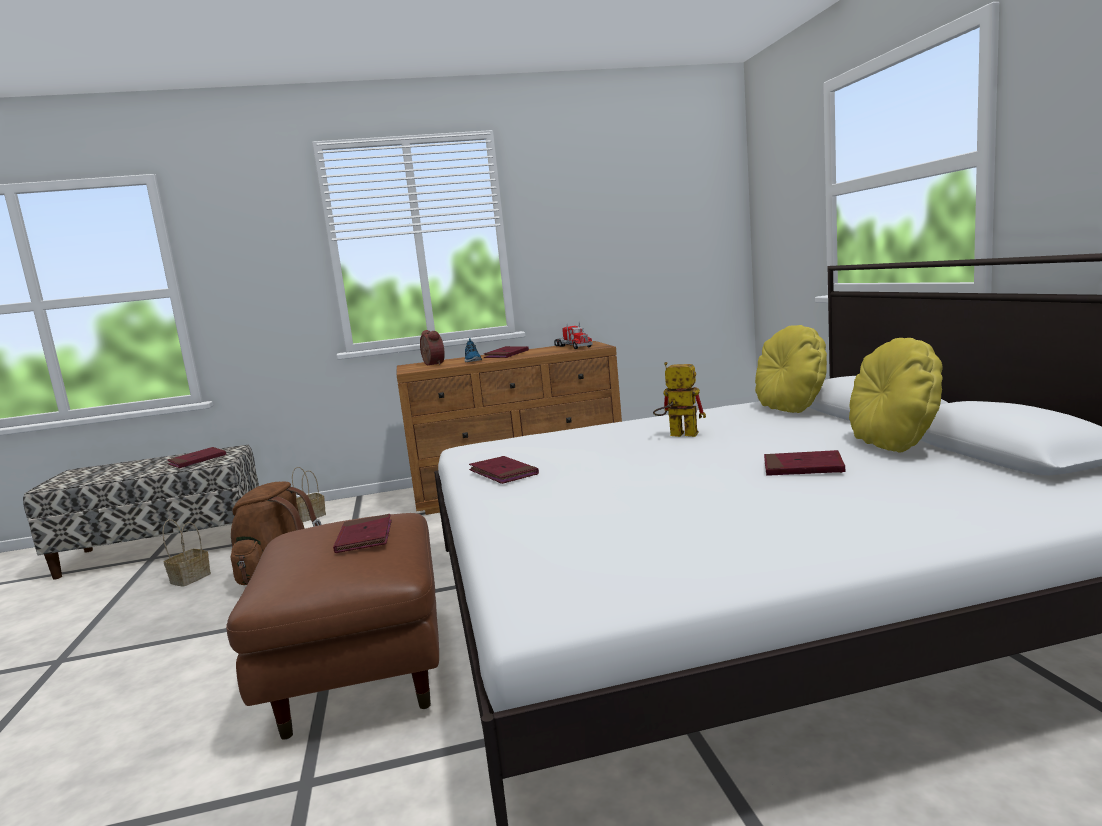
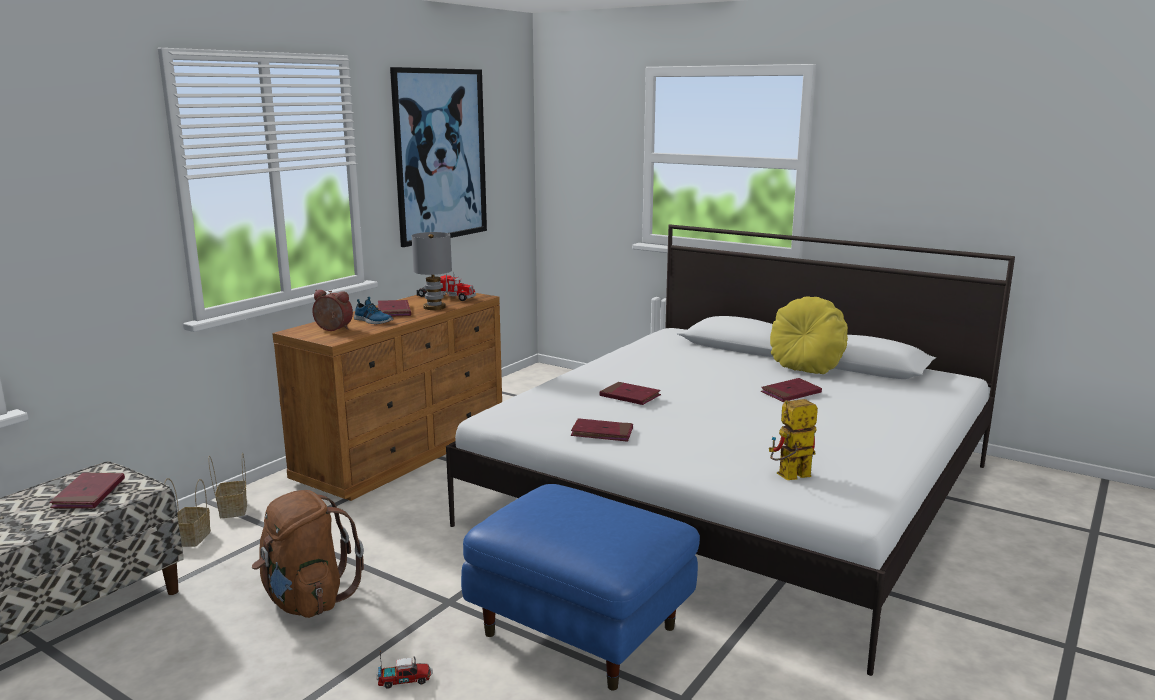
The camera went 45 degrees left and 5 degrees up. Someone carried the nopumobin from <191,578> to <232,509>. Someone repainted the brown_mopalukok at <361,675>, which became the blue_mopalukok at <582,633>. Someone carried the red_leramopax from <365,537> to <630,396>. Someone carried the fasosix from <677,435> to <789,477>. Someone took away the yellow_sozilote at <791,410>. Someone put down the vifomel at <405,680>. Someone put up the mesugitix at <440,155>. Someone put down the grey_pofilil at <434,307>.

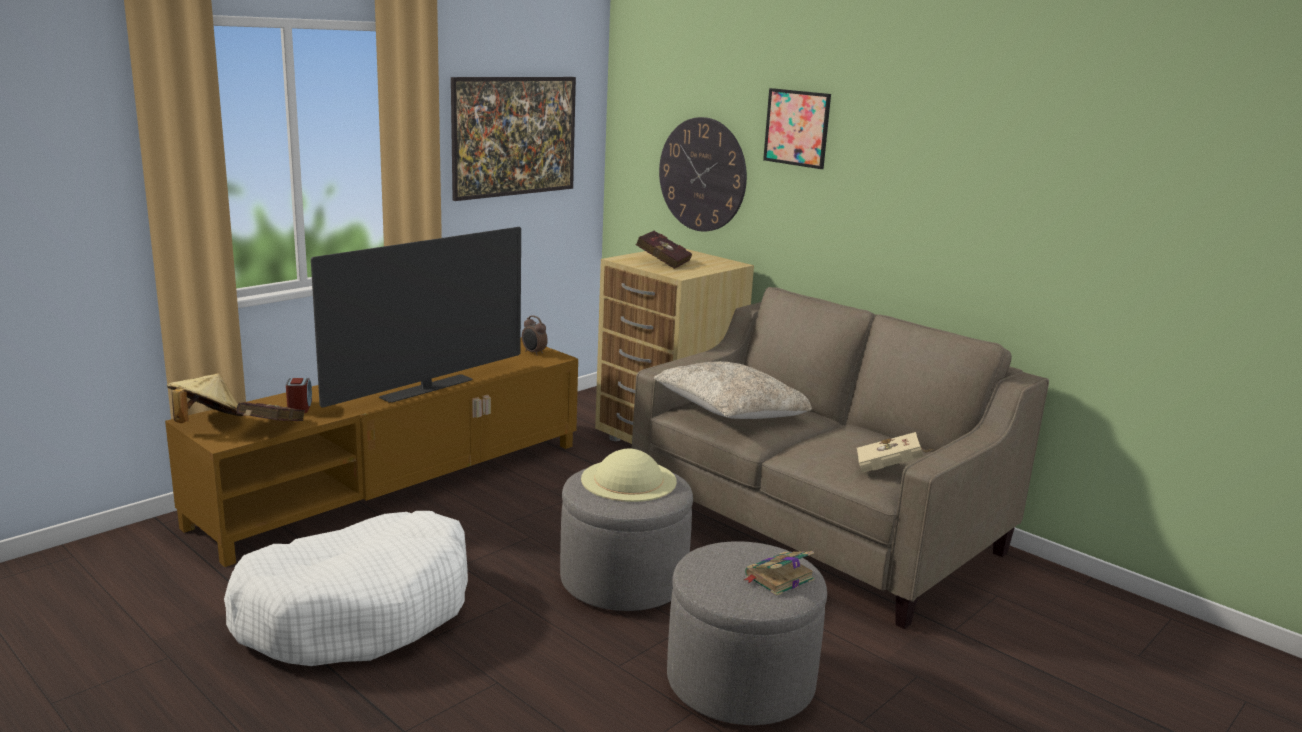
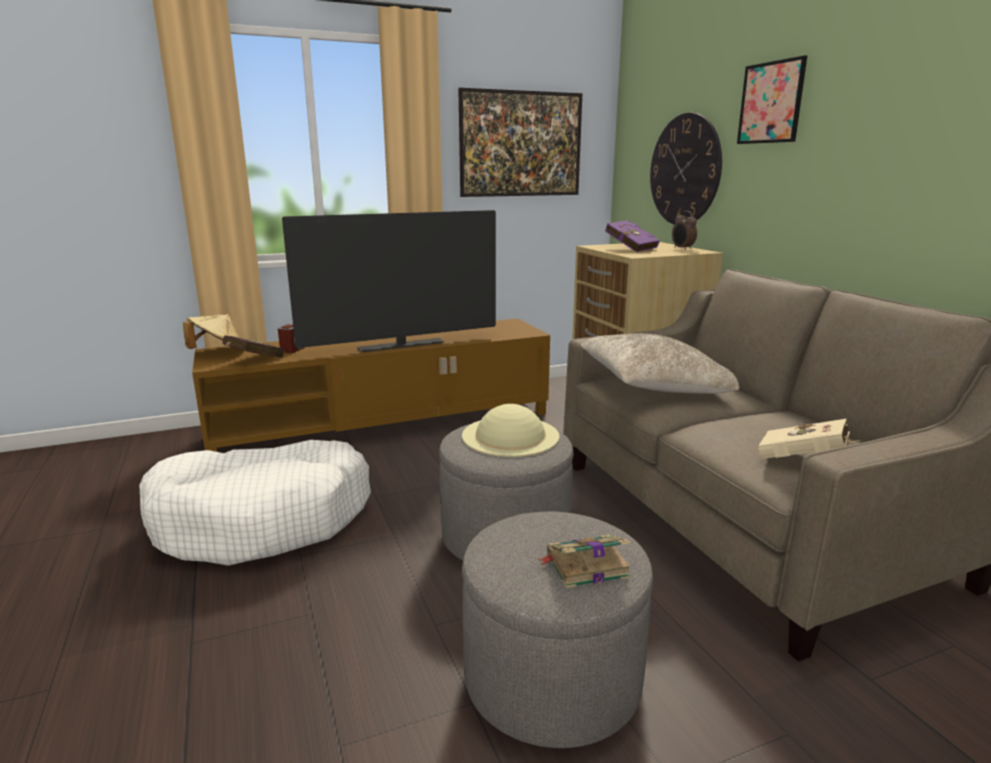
The camera went 25 degrees right and 0 degrees up. Someone carried the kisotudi from <533,353> to <682,248>. Someone repainted the red_leramopax at <661,262>, which became the purple_leramopax at <629,248>.

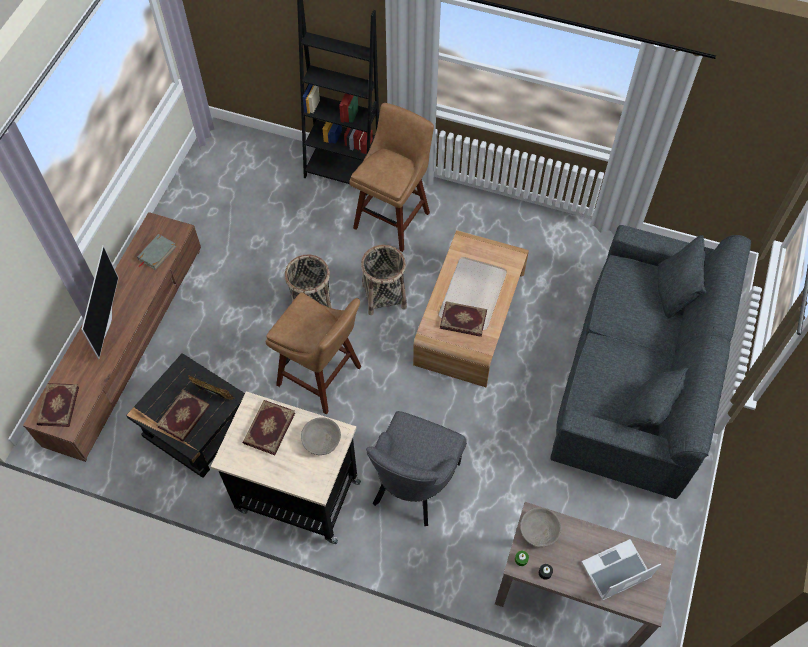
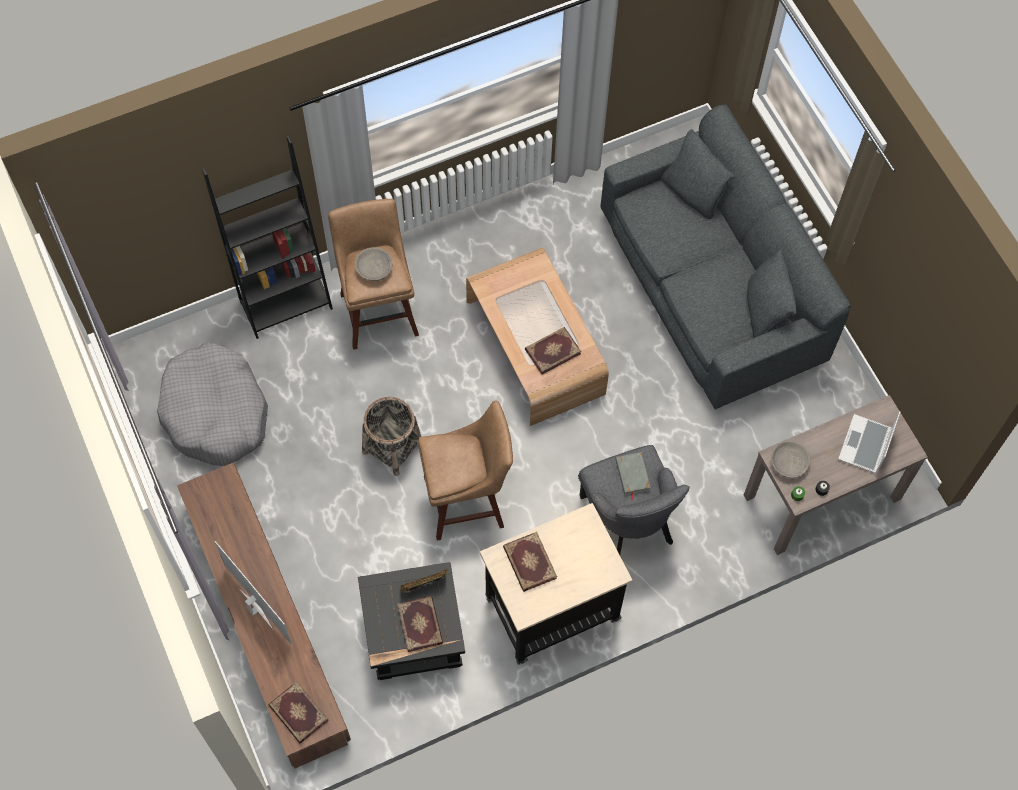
The camera went 45 degrees left and 5 degrees up. Someone carried the grey_leramopax from <157,253> to <632,475>. Someone carried the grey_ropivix from <321,440> to <374,269>. Someone took away the nopumobin at <384,296>. Someone put down the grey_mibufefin at <215,412>.

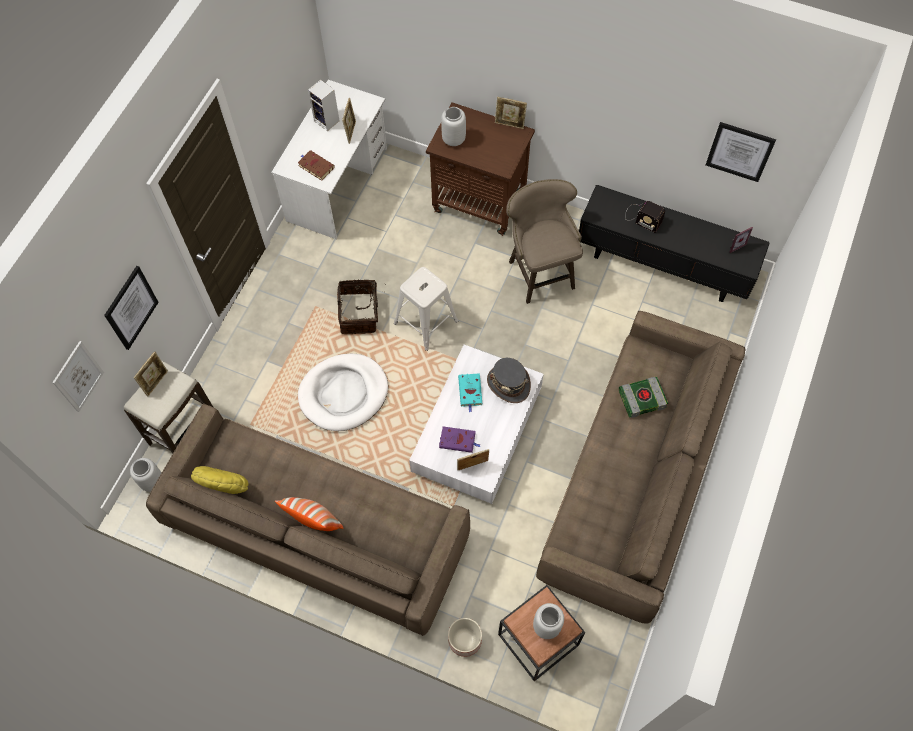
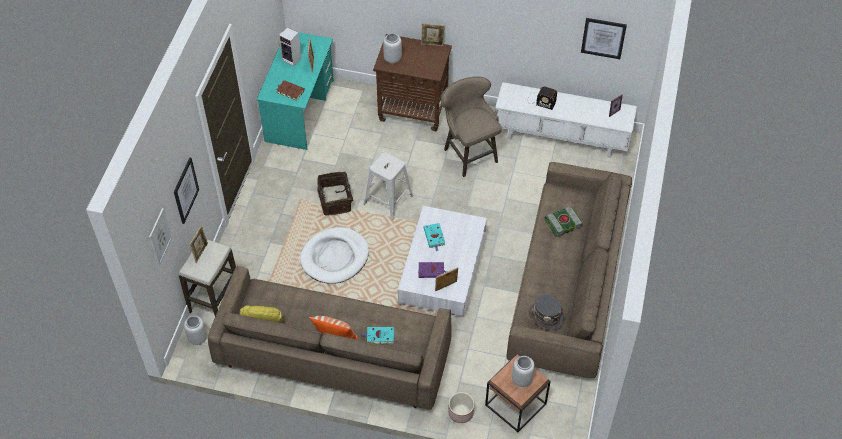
The camera went 10 degrees left and 10 degrees down. Someone repainted the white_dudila at <337,184>, which became the turquoise_dudila at <300,111>. Someone carried the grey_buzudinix from <508,384> to <546,316>. Someone repainted the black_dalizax at <665,261>, which became the white_dalizax at <562,134>. Someone put down the turquoise_leramopax at <379,336>.

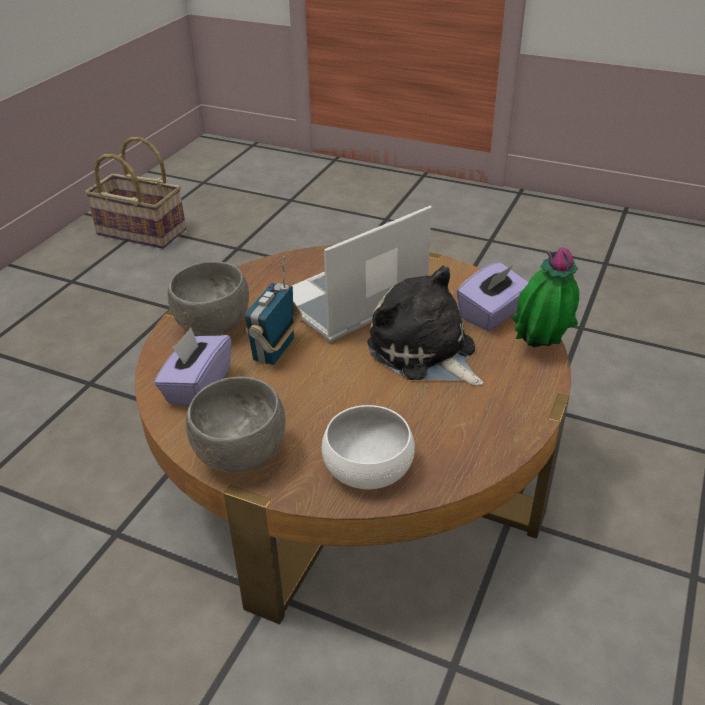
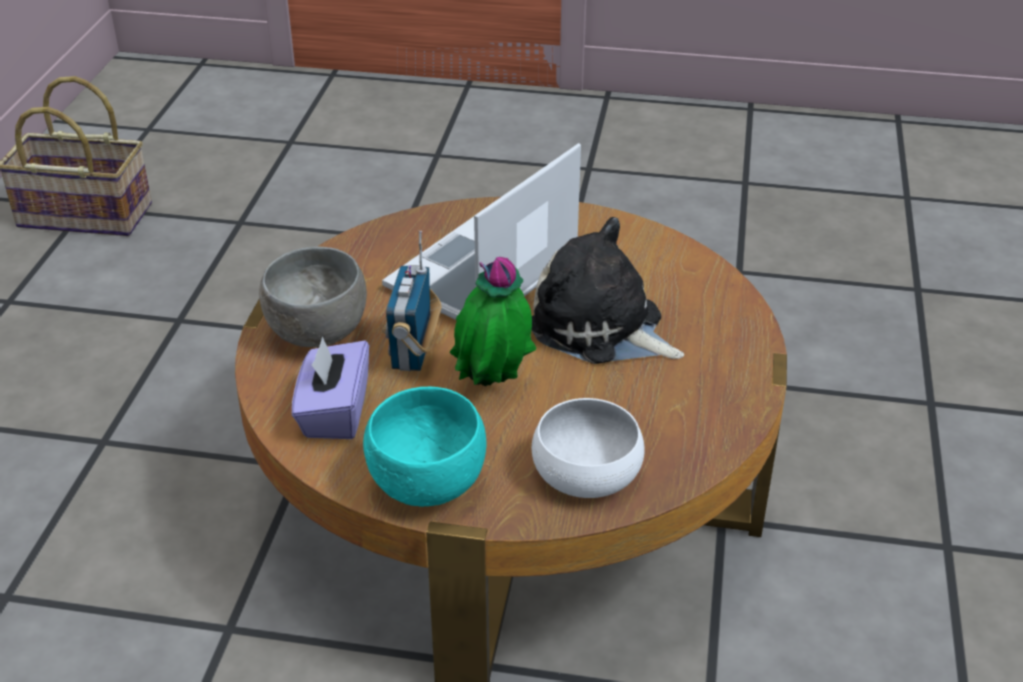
The camera went 15 degrees left and 0 degrees up. Someone repainted the grey_ropivix at <239,454>, which became the turquoise_ropivix at <425,484>. Someone took away the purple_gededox at <492,314>. Someone carried the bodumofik from <539,348> to <493,386>.

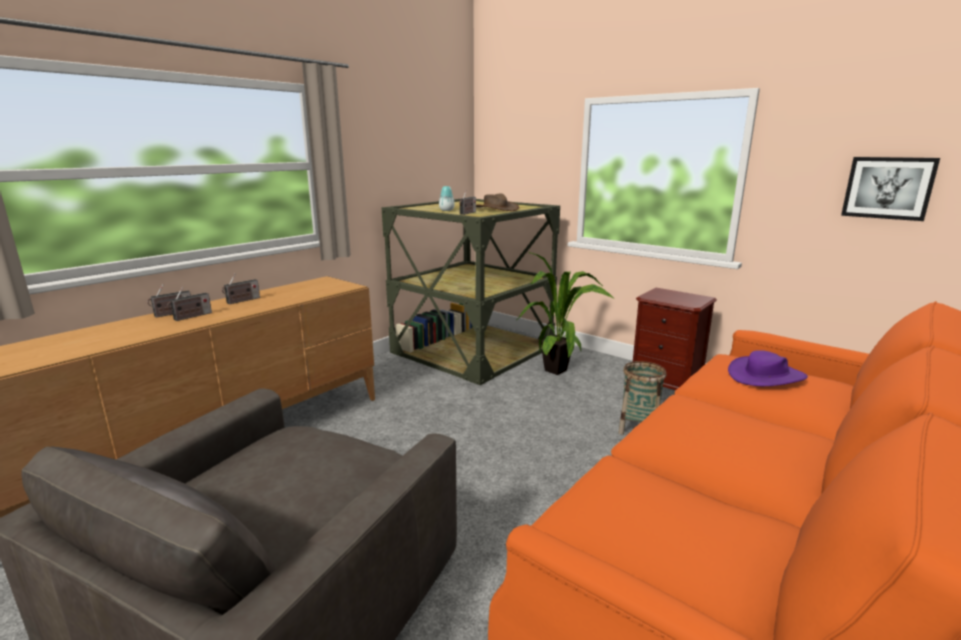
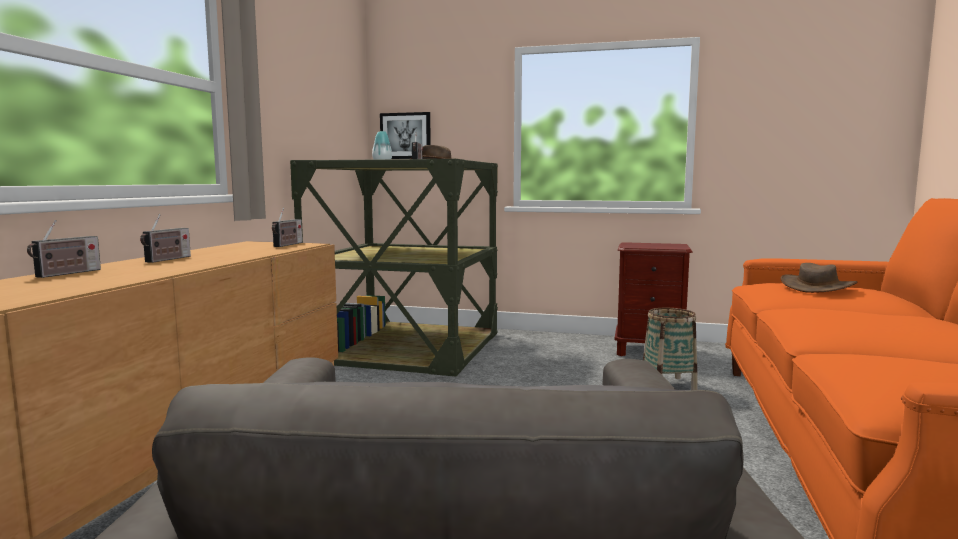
The camera went 25 degrees left and 10 degrees down. Someone carried the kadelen from <191,317> to <287,245>. Someone took away the bodumofik at <559,372>. Someone repainted the purple_buzudinix at <766,376>, which became the brown_buzudinix at <818,287>. Someone carried the mesugitix from <888,188> to <405,136>.

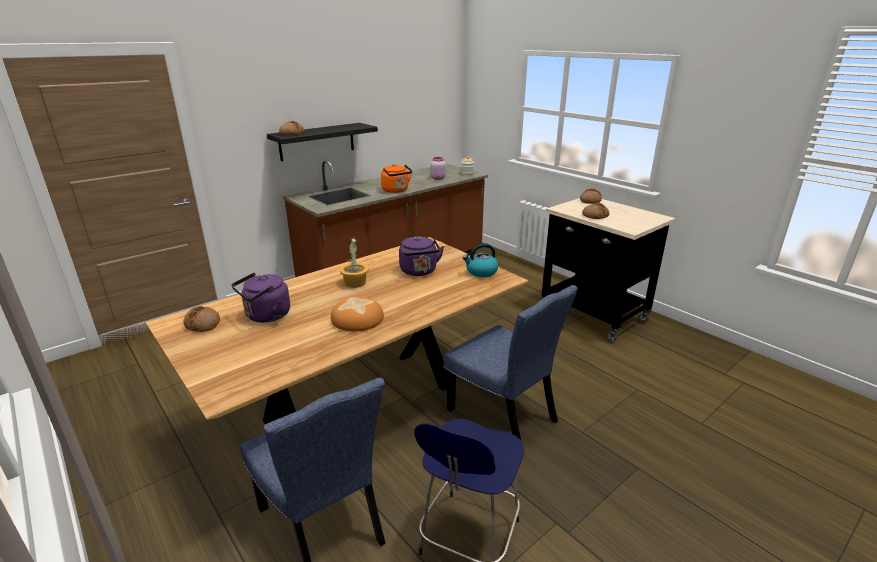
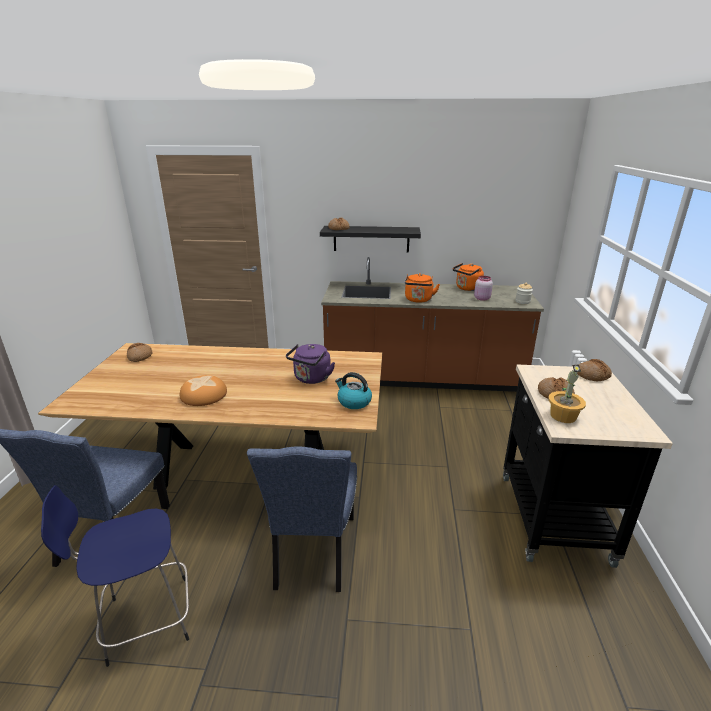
The camera went 45 degrees right and 0 degrees up. Someone took away the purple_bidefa at <266,316>. Someone carried the bodumofik from <355,283> to <563,416>. Someone put down the orange_bidefa at <467,289>.

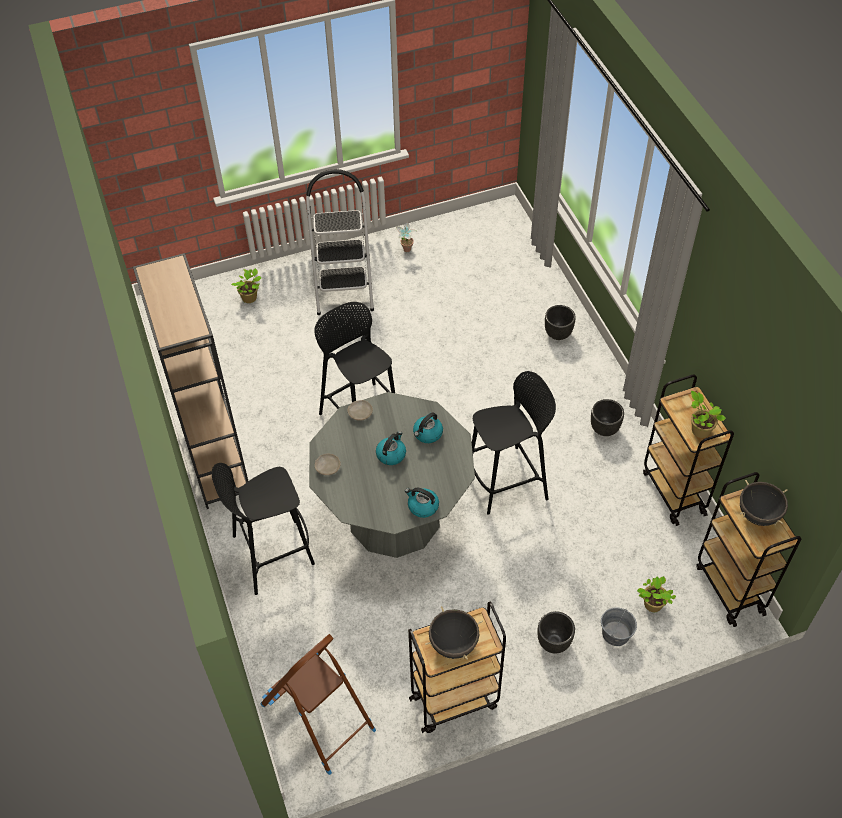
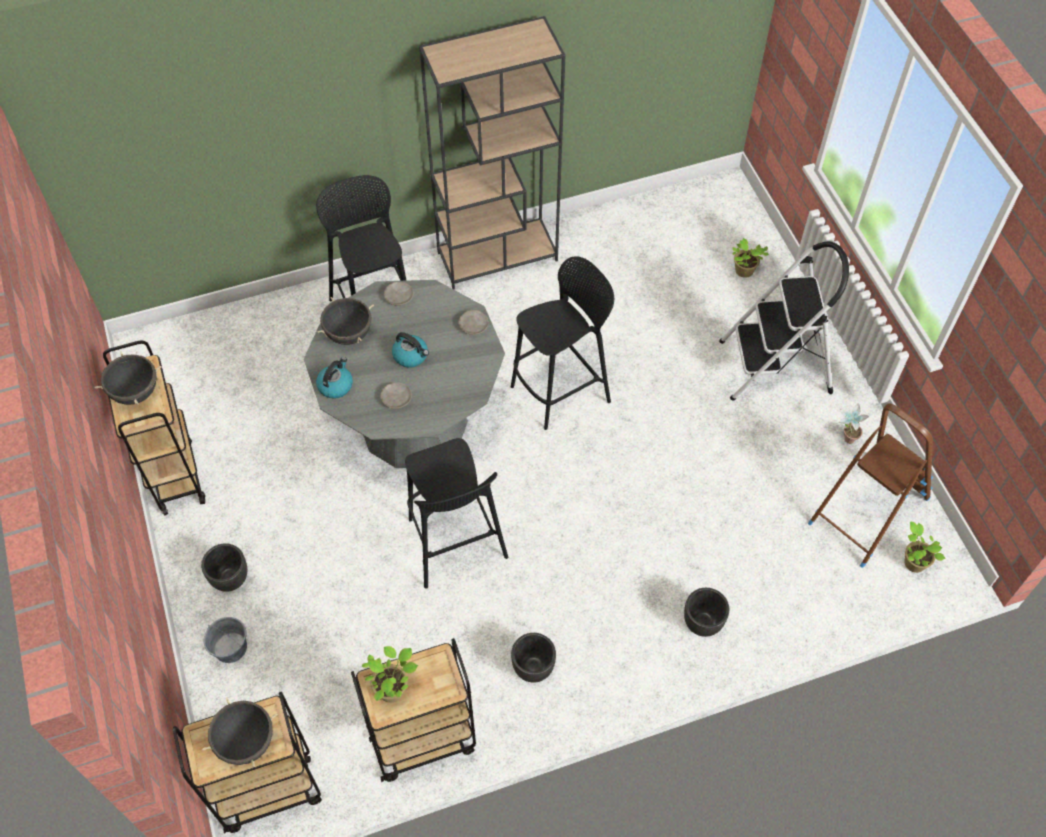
The camera went 90 degrees right and 5 degrees up. Someone carried the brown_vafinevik from <316,715> to <870,509>. Someone took away the bidefa at <427,434>. Someone carried the bodumofik from <652,605> to <913,562>. Someone put down the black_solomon at <348,334>. Someone put down the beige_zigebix at <397,398>.

